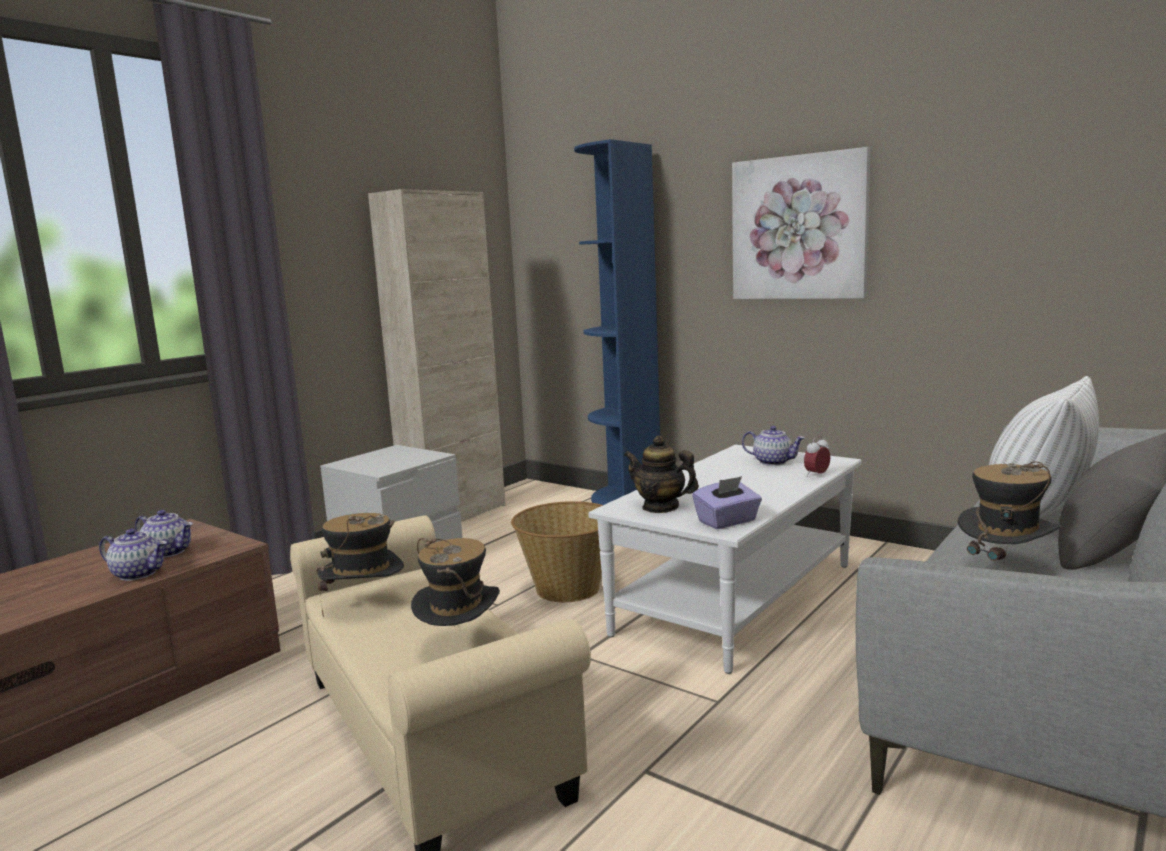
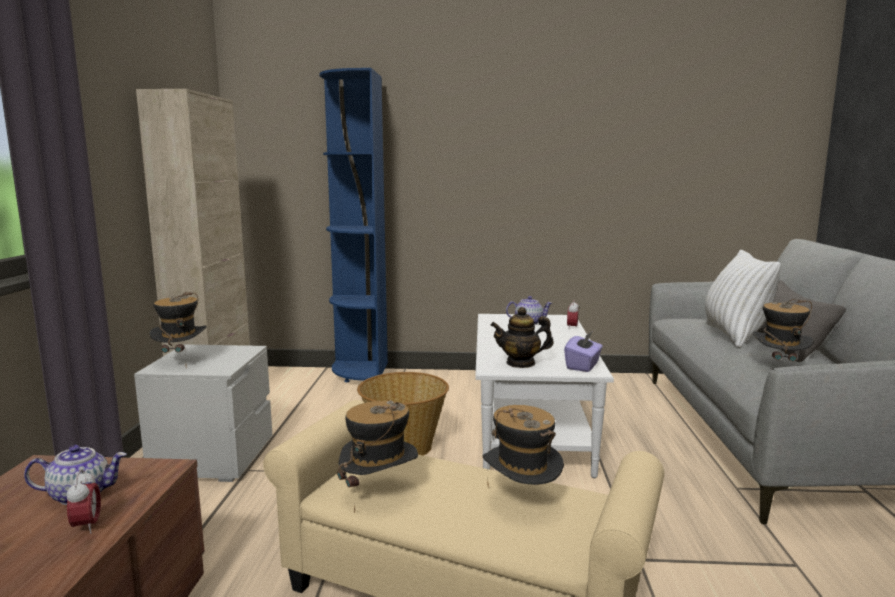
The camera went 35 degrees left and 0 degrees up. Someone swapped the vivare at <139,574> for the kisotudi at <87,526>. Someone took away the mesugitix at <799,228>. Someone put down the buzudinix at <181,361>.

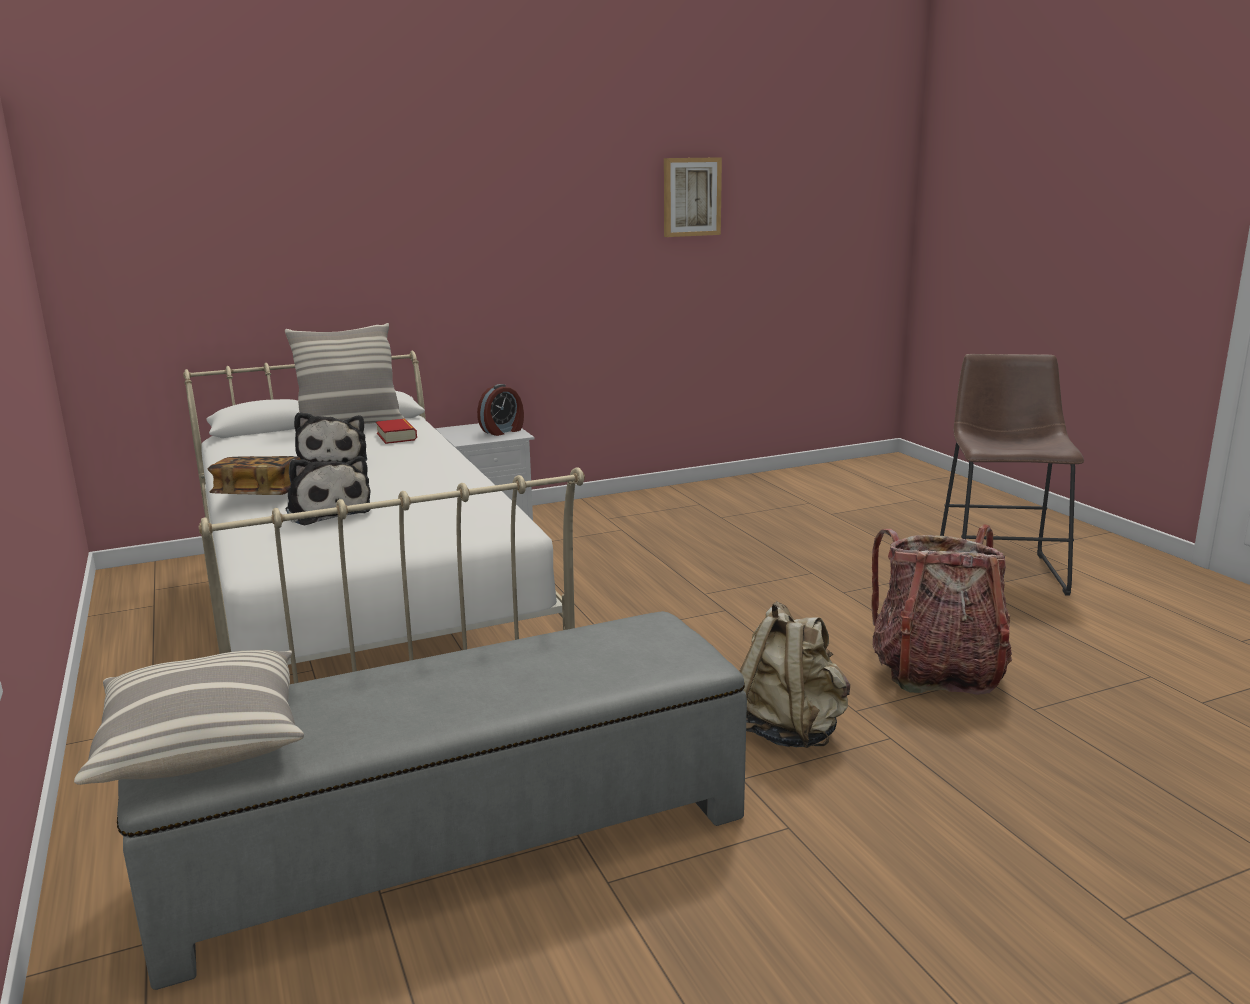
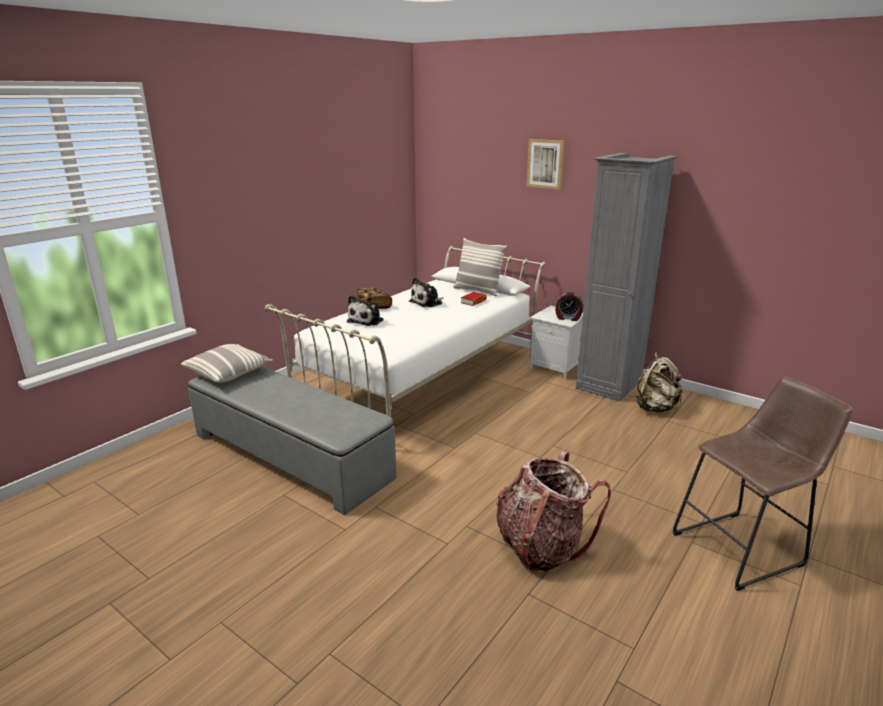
The camera went 60 degrees right and 5 degrees up. Someone carried the mesugitix from <691,197> to <545,164>. Someone carried the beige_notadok from <790,731> to <655,408>. Someone put down the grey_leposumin at <609,385>.

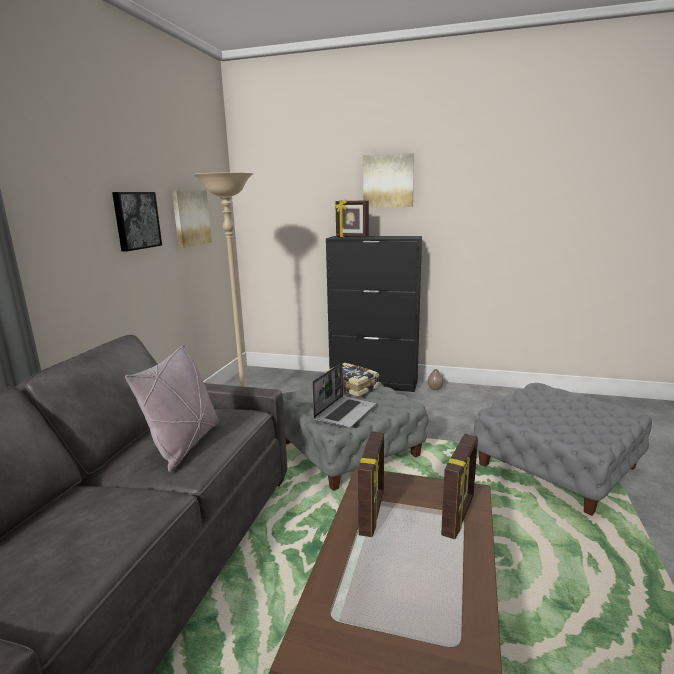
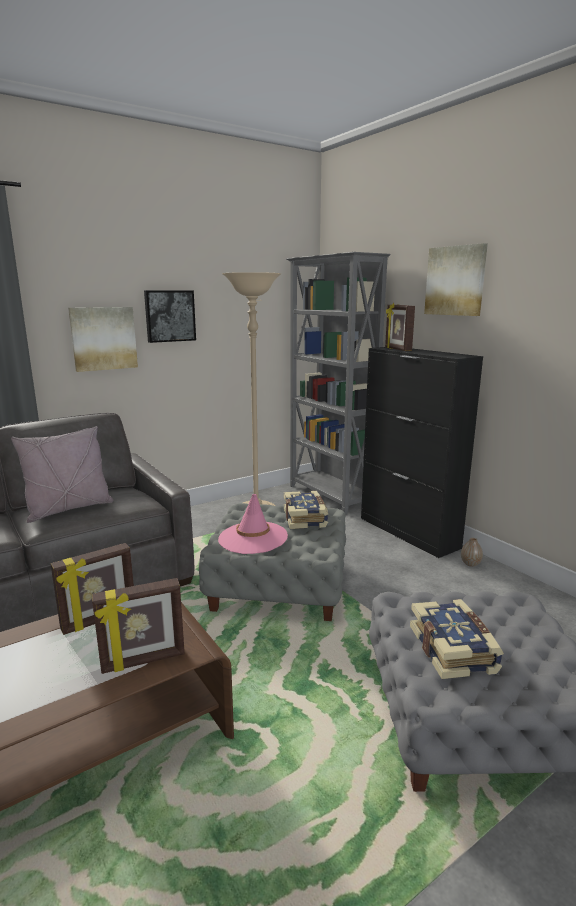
The camera went 40 degrees right and 0 degrees up. Someone carried the mesugitix from <190,218> to <103,338>. Someone swapped the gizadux at <345,412> for the pink_buzudinix at <253,538>. Someone put down the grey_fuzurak at <329,496>. Someone put down the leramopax at <454,650>.

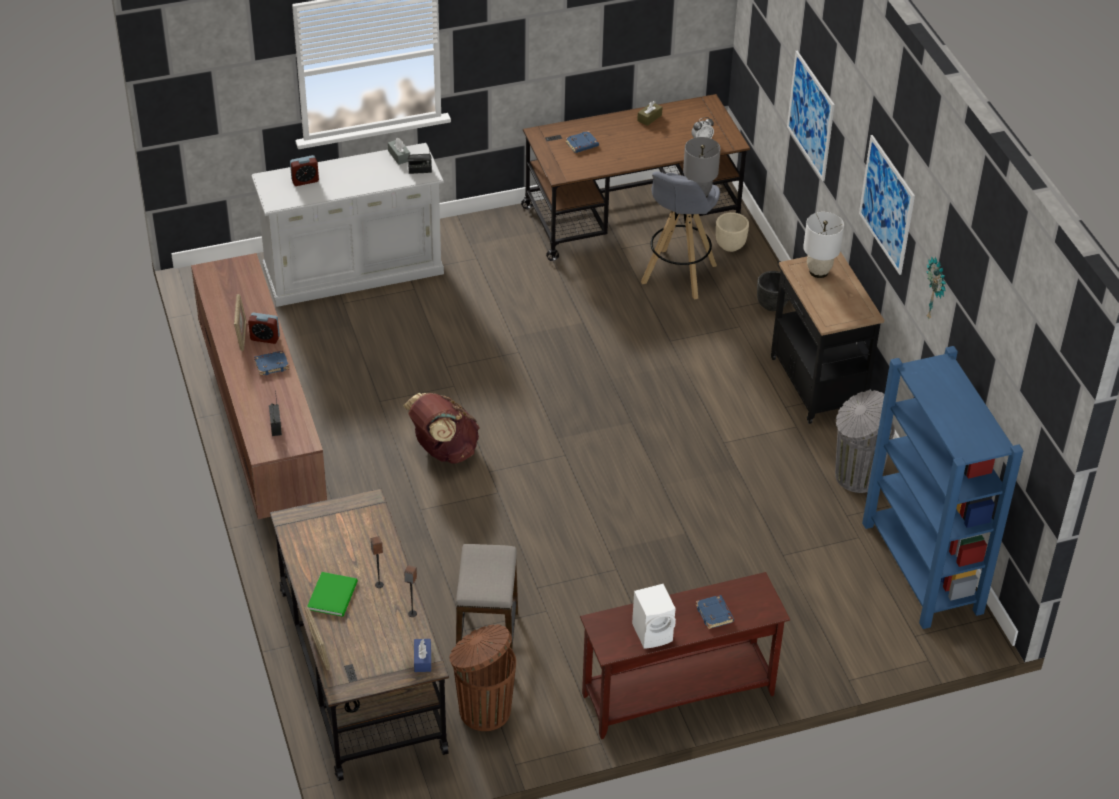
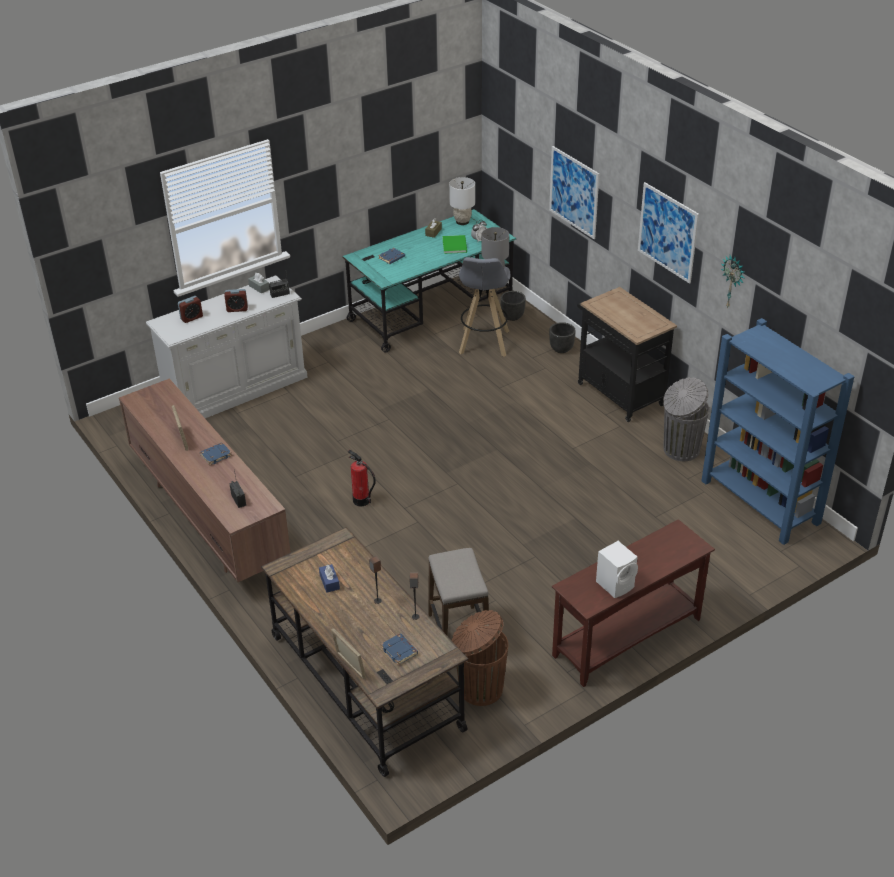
The camera went 15 degrees left and 5 degrees down. Someone carried the kisotudi from <265,338> to <237,309>. Someone carried the green_leramopax from <334,594> to <455,245>. Someone swapped the brown_notadok at <443,450> for the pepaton at <361,501>. Someone carried the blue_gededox from <422,659> to <329,582>. Someone repainted the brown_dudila at <631,215>, which became the turquoise_dudila at <431,311>. Someone carried the blue_leramopax from <715,614> to <400,651>. Someone repainted the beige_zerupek at <730,245>, which became the black_zerupek at <513,316>. Someone carried the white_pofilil from <818,271> to <462,221>.

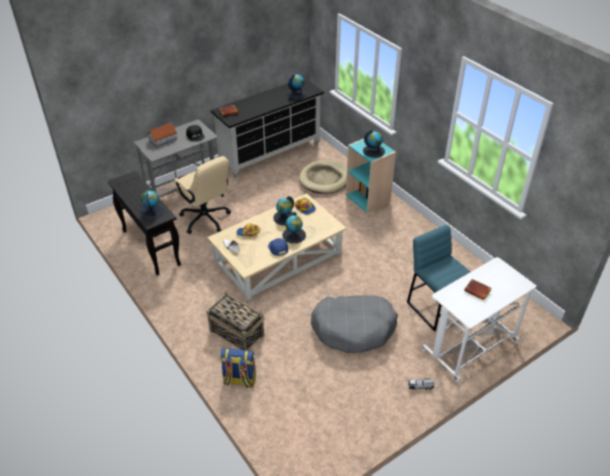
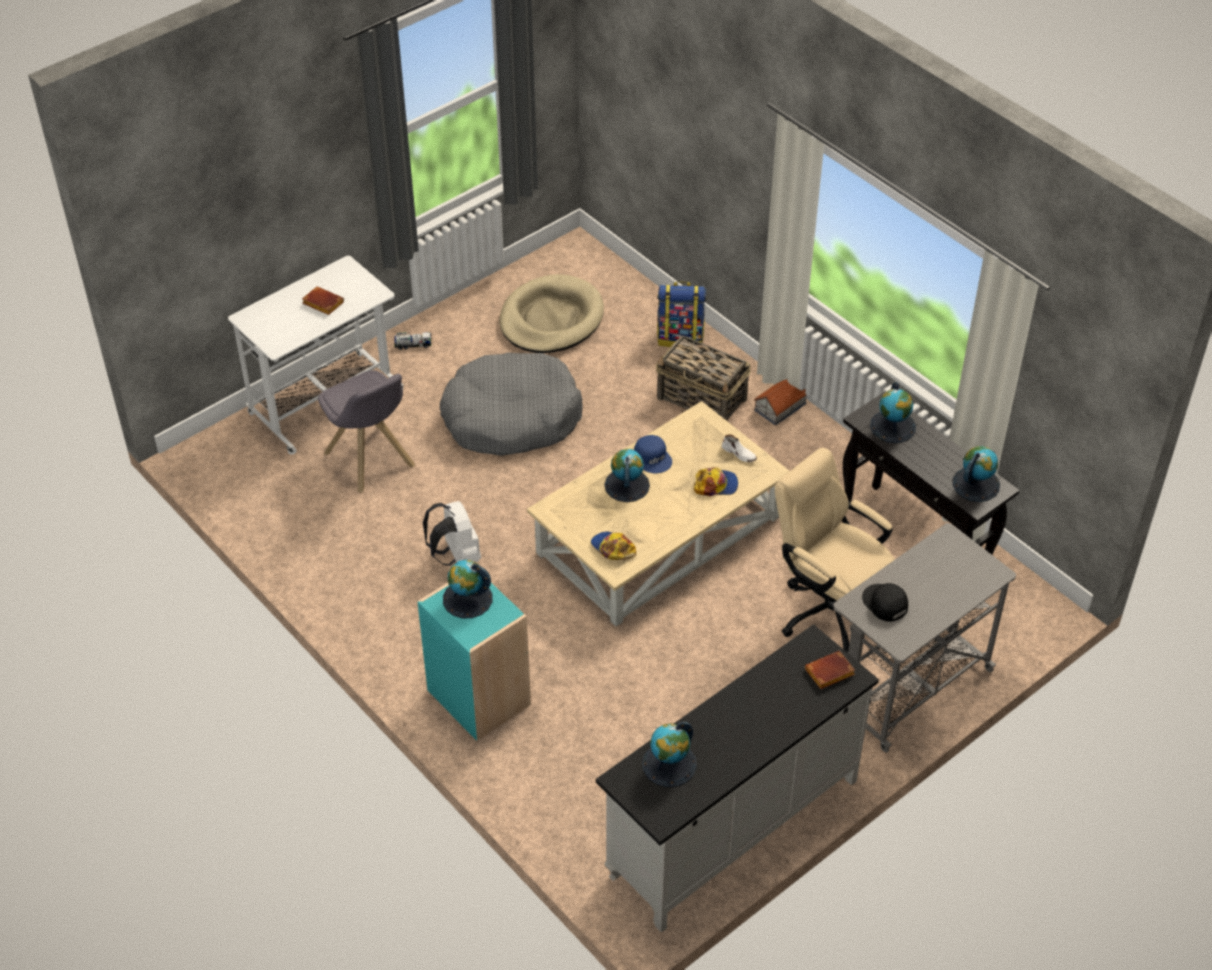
The camera went 175 degrees right and 5 degrees up. Someone carried the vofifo from <162,140> to <780,406>. Someone carried the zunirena from <284,218> to <975,484>. Someone carried the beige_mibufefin from <325,179> to <551,319>. Someone swapped the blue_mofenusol at <435,308> for the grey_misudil at <370,459>. Someone put down the white_notadok at <456,556>.

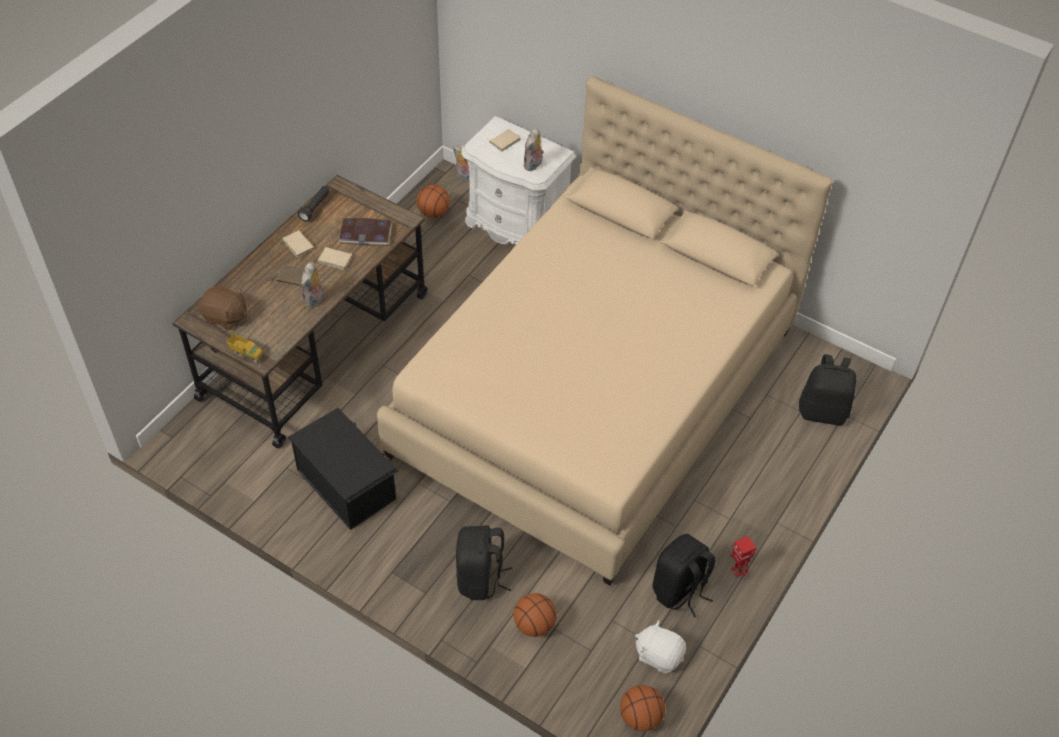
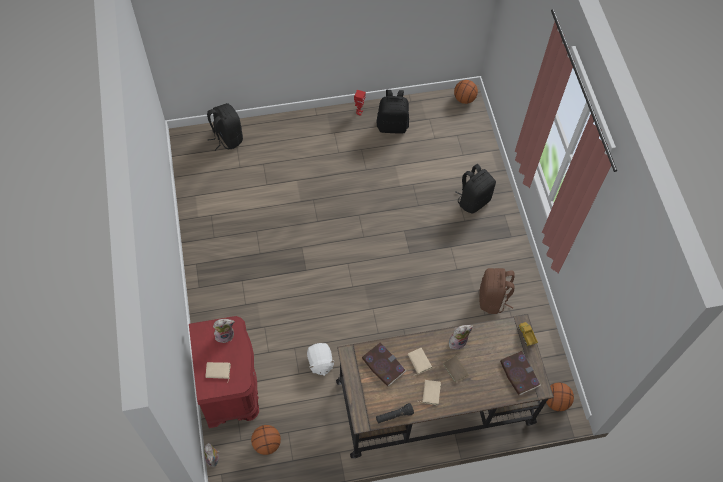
The camera went 135 degrees left and 10 degrees up. Someone swapped the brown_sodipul at <225,317> for the leramopax at <519,373>. Someone swapped the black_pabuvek at <347,483> for the brown_notadok at <492,299>. Someone took away the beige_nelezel at <596,391>. Someone repainted the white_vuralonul at <515,225>, which became the red_vuralonul at <231,385>. Someone carried the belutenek from <534,625> to <556,401>. Someone carried the white_sodipul from <659,655> to <320,362>.

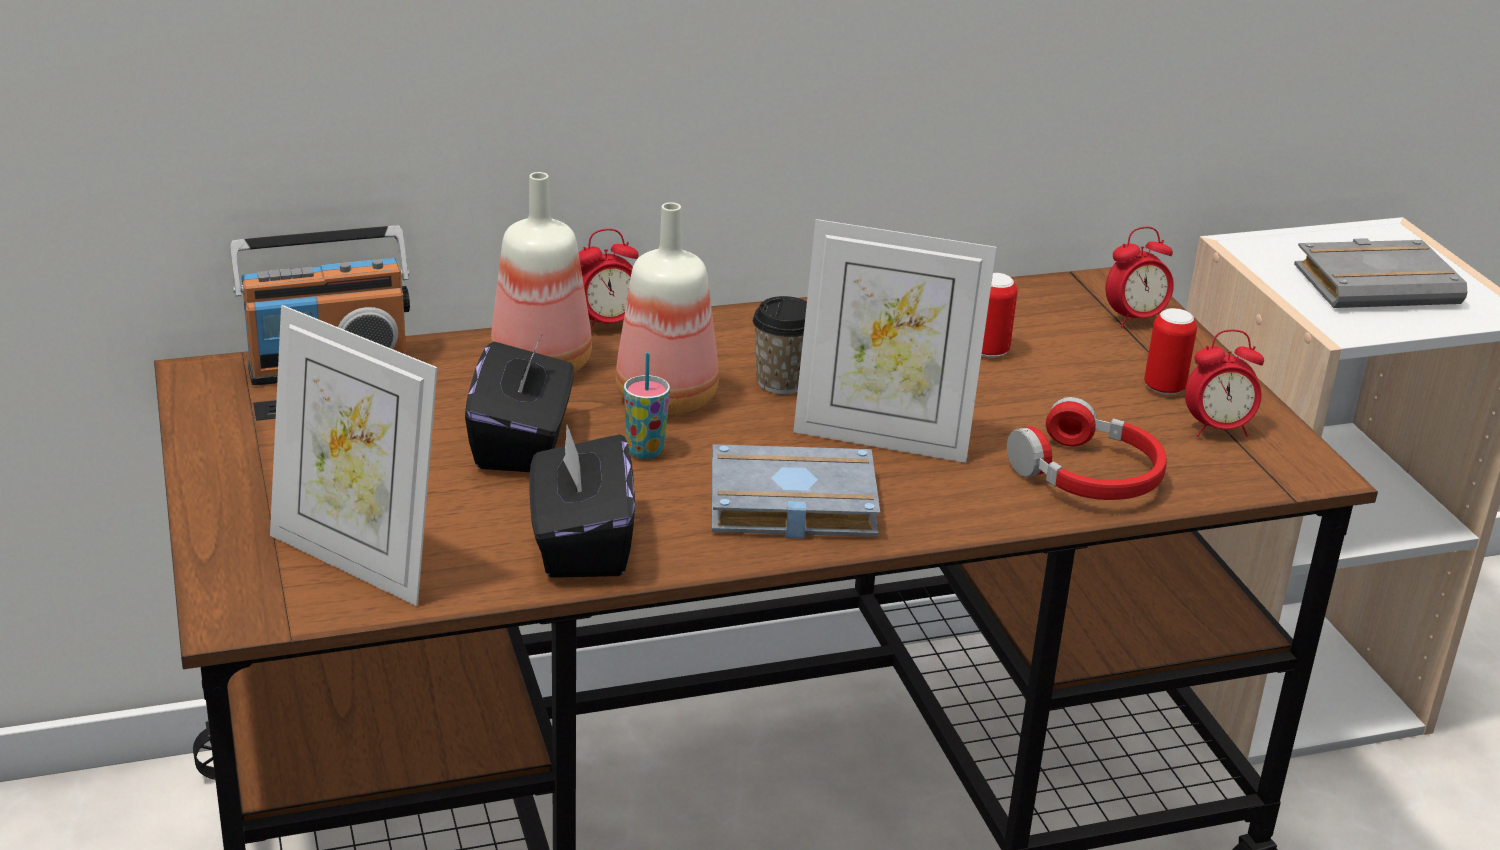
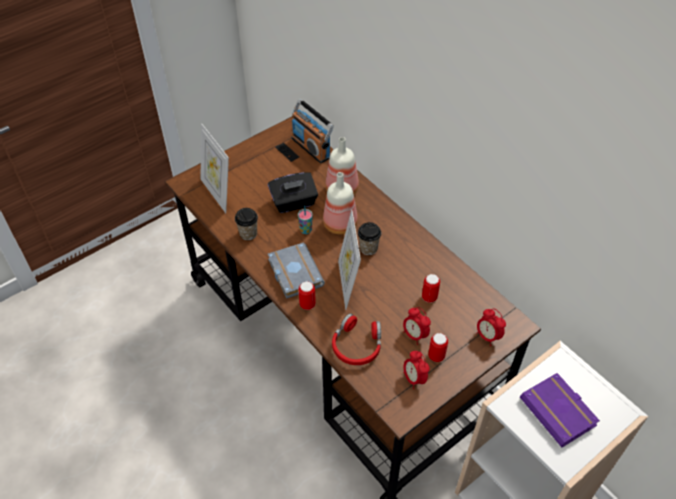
The camera went 70 degrees right and 20 degrees up. Someone rotated the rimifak at <356,560> by 45 degrees counterclockwise. Someone swapped the black_gededox at <581,544> for the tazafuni at <248,234>. Someone carried the kisotudi from <607,324> to <415,335>. Someone repainted the grey_leramopax at <1377,284>, which became the purple_leramopax at <560,412>. Someone put down the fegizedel at <307,304>.

